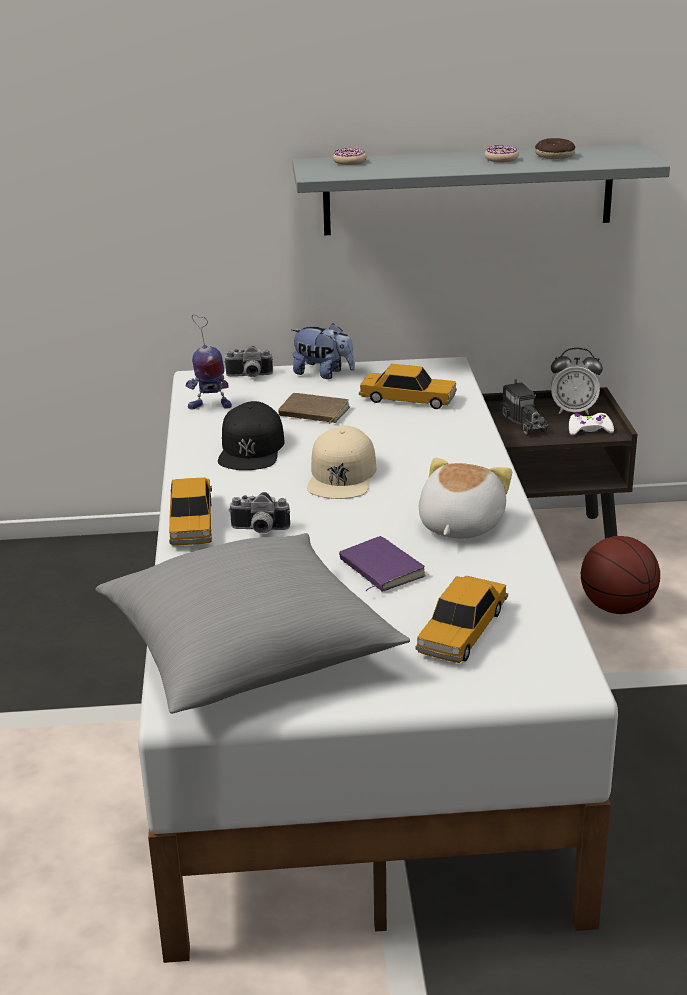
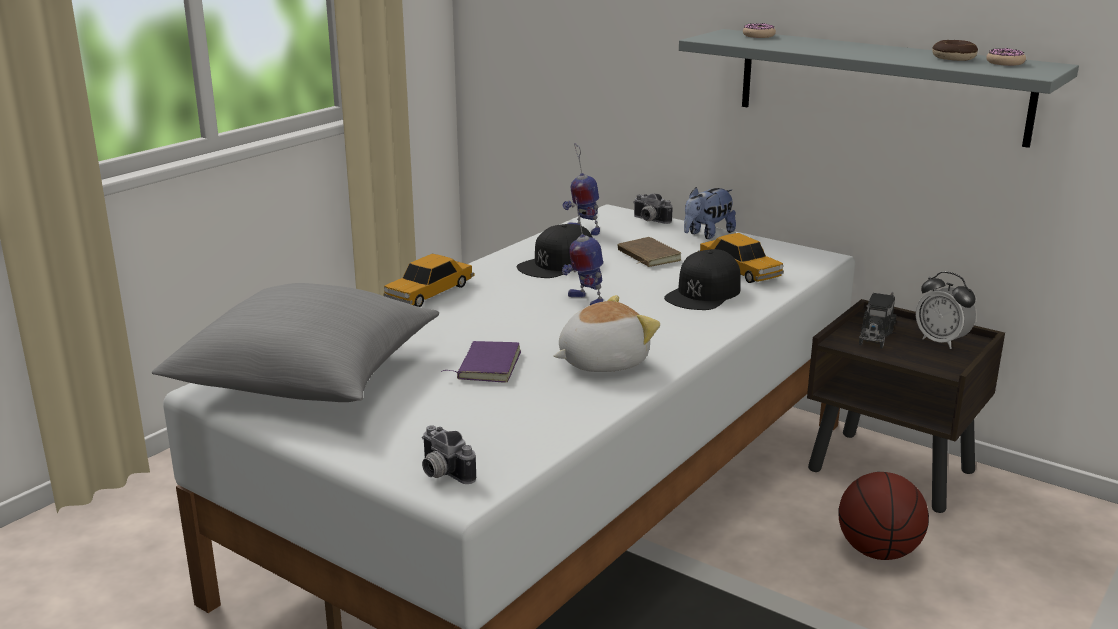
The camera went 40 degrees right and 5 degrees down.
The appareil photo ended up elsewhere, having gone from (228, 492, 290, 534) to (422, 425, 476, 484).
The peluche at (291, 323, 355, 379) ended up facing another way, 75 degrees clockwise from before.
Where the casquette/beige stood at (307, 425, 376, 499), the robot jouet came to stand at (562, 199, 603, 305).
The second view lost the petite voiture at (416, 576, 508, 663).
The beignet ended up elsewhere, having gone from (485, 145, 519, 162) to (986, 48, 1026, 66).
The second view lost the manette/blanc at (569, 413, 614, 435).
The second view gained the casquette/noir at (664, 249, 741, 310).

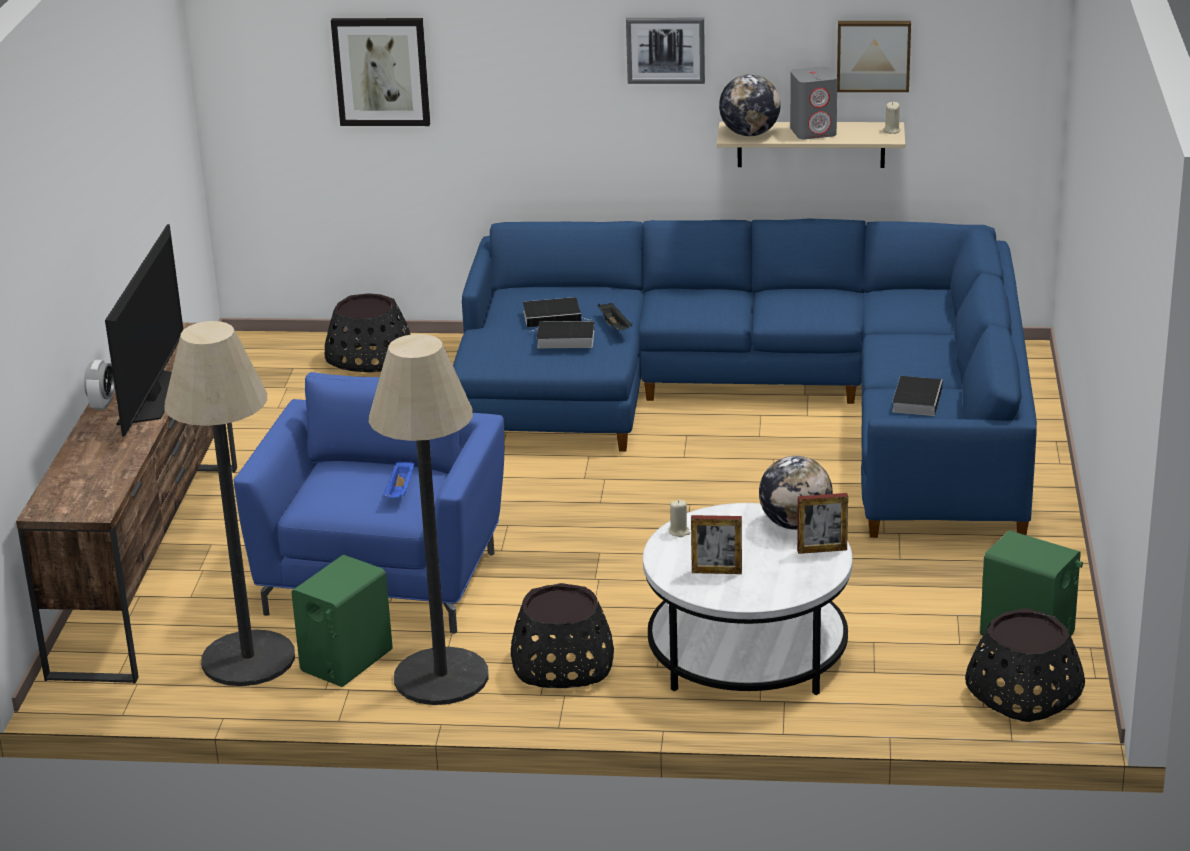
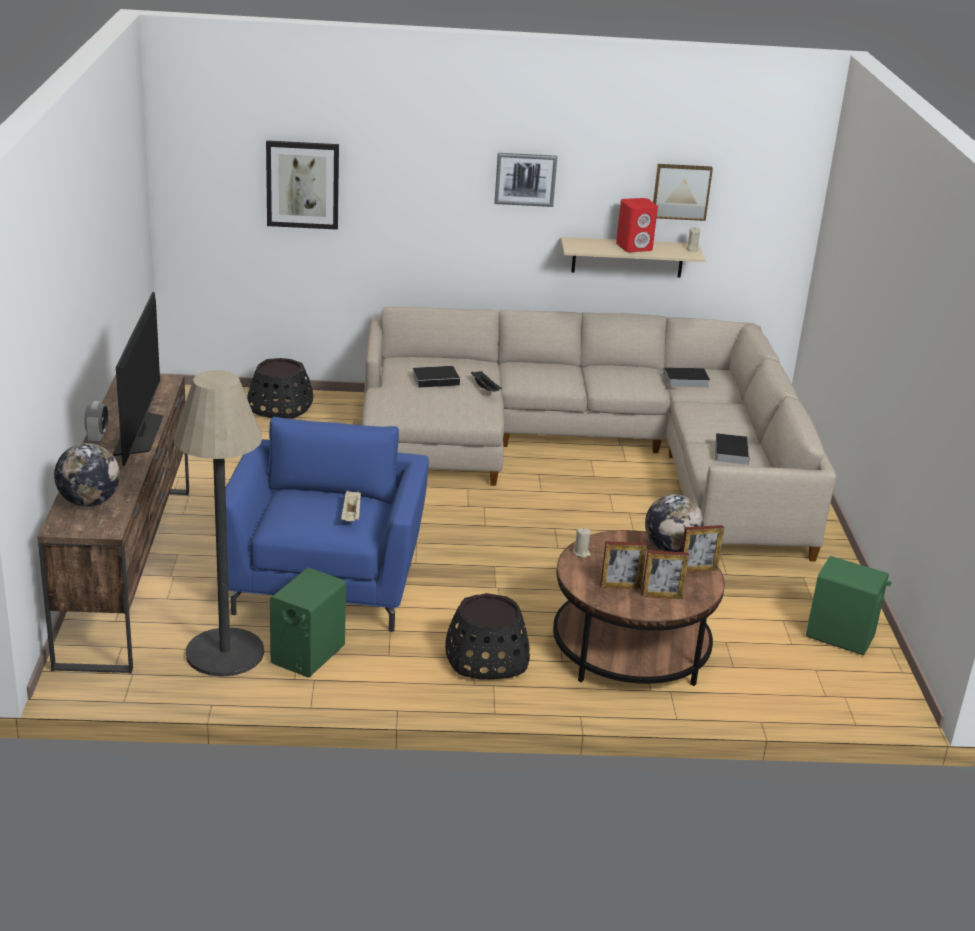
The camera went 10 degrees left and 0 degrees up.
The second view lost the lampadaire at (369, 334, 488, 705).
What was the plateau/bleu at (383, 460, 414, 498) turned into the plateau/beige at (341, 490, 361, 521).
What was the canapé/bleu at (453, 219, 1037, 538) turned into the canapé/beige at (362, 307, 836, 562).
The livre ended up elsewhere, having gone from (529, 321, 594, 348) to (657, 367, 710, 387).
What was the table basse/blanc at (643, 503, 853, 695) turned into the table basse/marron at (553, 530, 725, 686).
The globe ended up elsewhere, having gone from (719, 74, 781, 136) to (54, 443, 120, 507).
What was the enceinte/gris at (790, 66, 837, 139) turned into the enceinte/rouge at (616, 198, 658, 252).
The second view lost the cache-pot/noir at (965, 608, 1085, 722).
The second view gained the cadre photo at (642, 550, 689, 599).

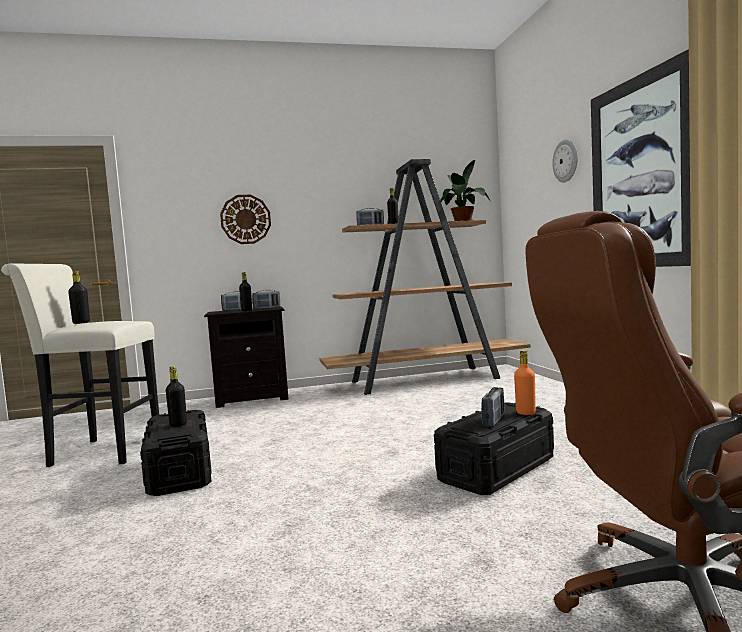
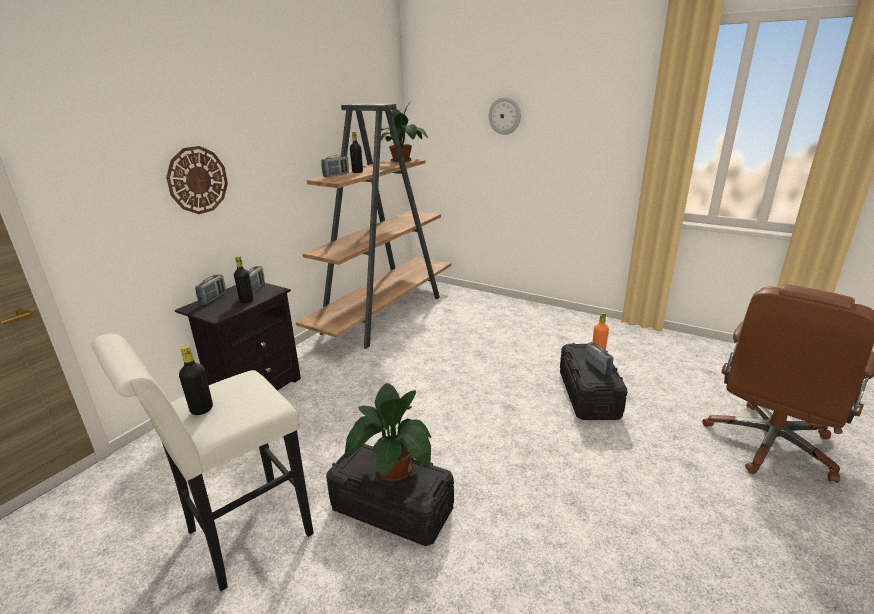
The camera went 45 degrees left and 20 degrees up.
Where the bouteille/noir stood at (166, 366, 187, 427), the plante en pot came to stand at (344, 383, 431, 482).
The second view lost the tableau at (591, 49, 691, 267).

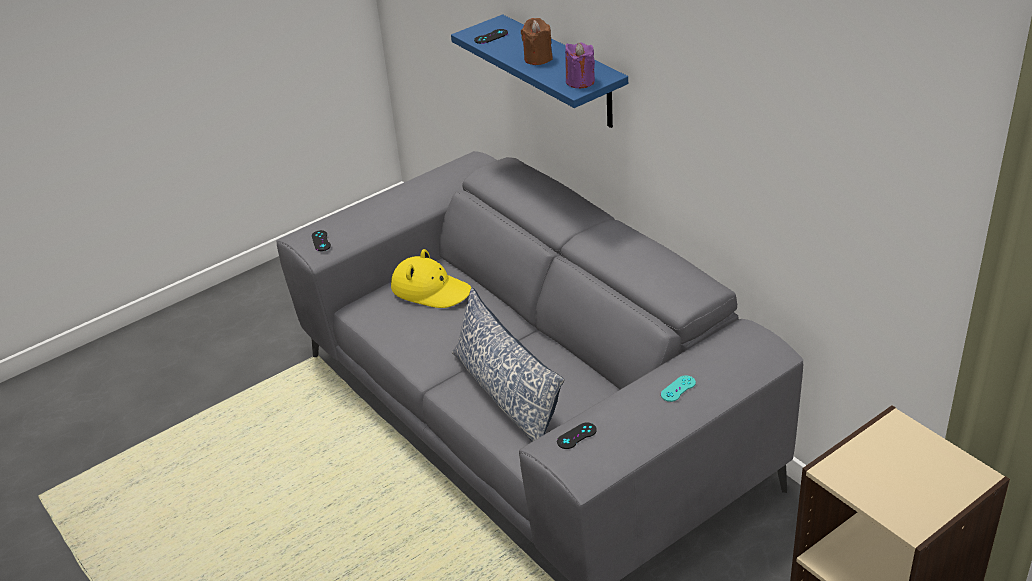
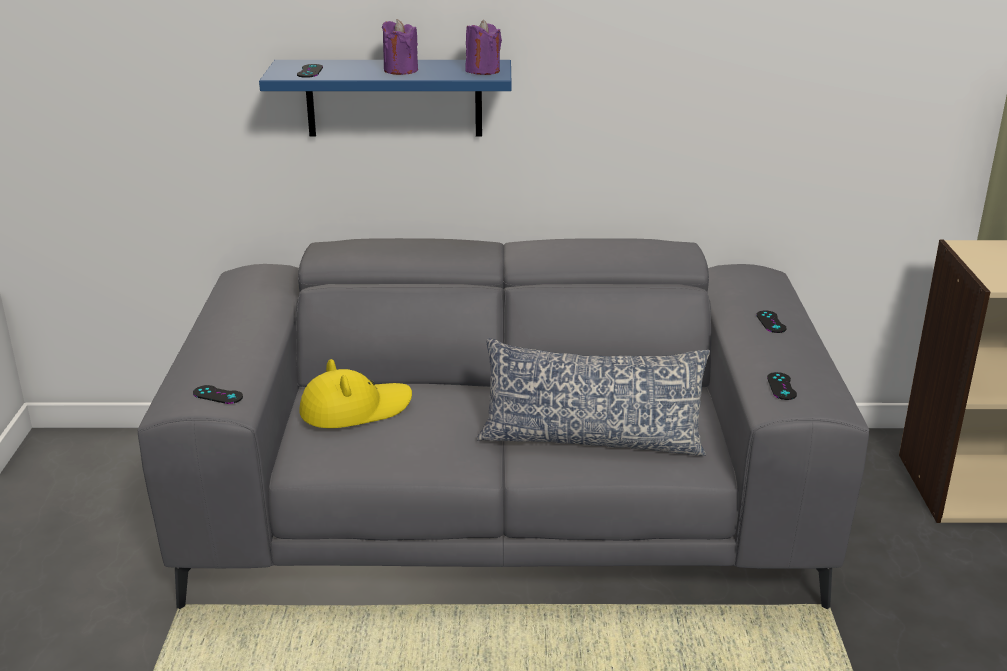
The camera went 55 degrees left and 10 degrees down.
What was the bougie/marron at (521, 18, 553, 65) turned into the bougie/violet at (382, 19, 418, 75).
What was the manette/turquoise at (661, 375, 696, 402) turned into the manette/noir at (756, 310, 787, 333).

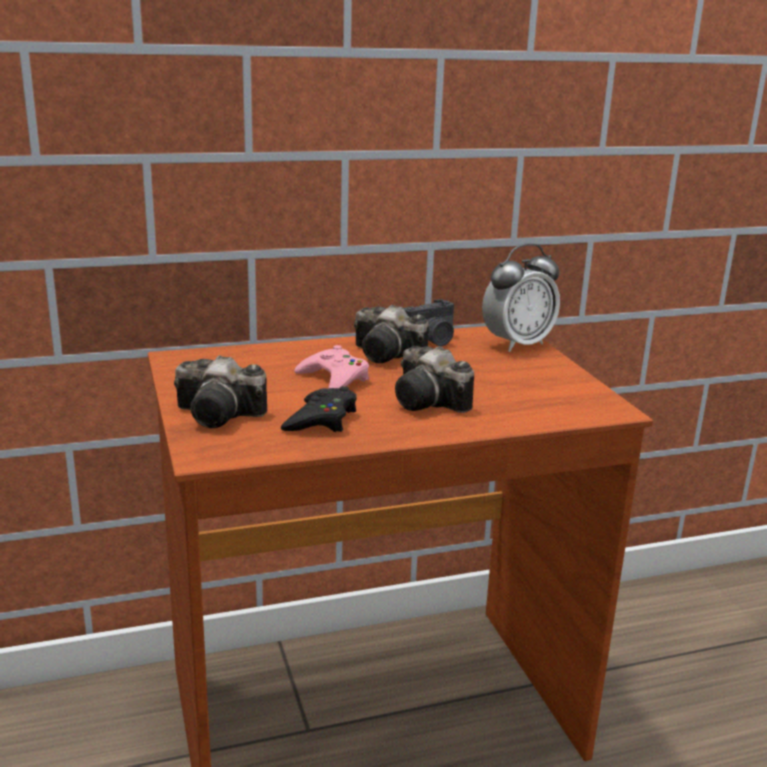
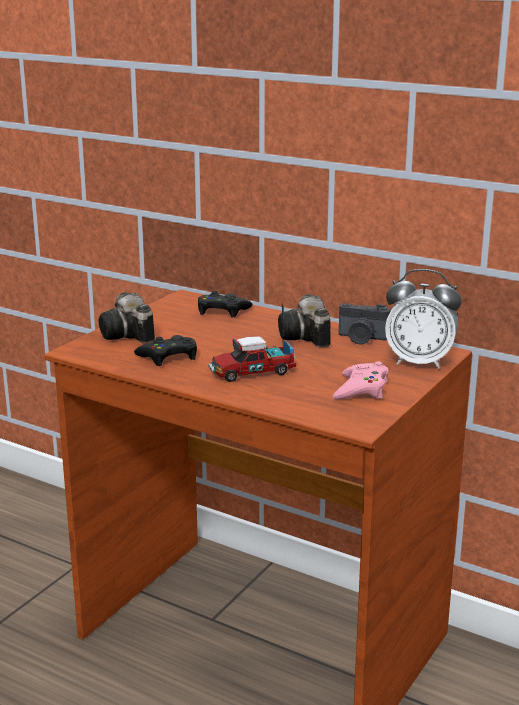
The camera went 50 degrees right and 0 degrees up.
The manette/rose ended up elsewhere, having gone from (294, 345, 369, 388) to (332, 361, 389, 399).
Where the appareil photo stood at (395, 346, 474, 413), the camion jouet came to stand at (208, 302, 296, 382).
The second view gained the manette/noir at (198, 291, 253, 318).

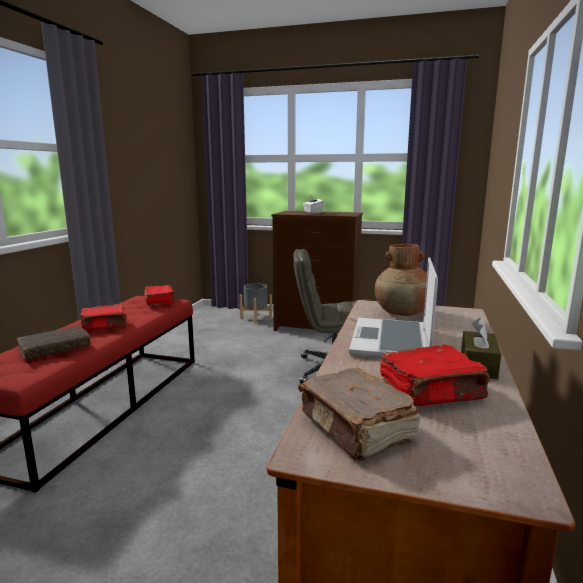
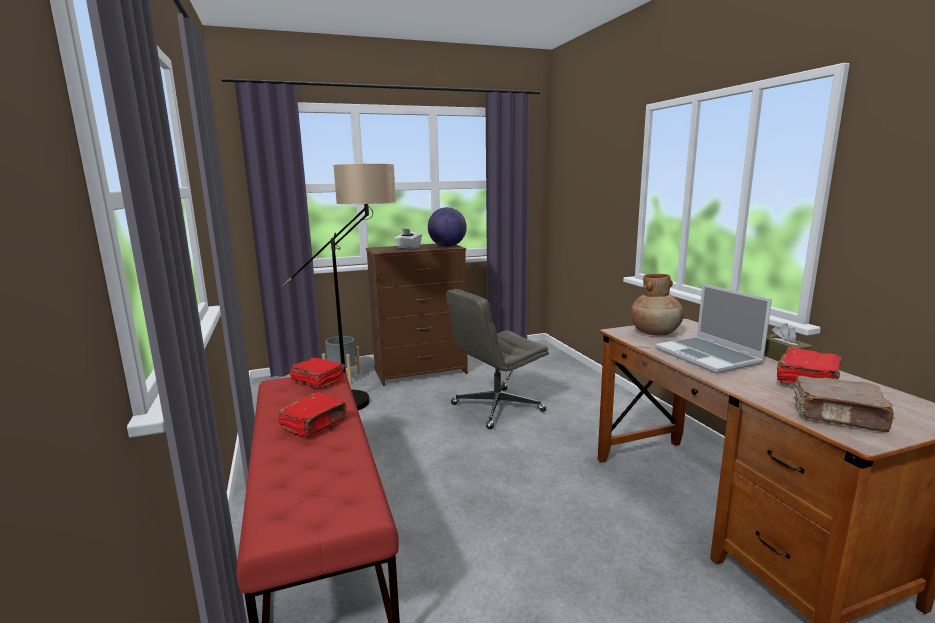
The camera went 35 degrees left and 0 degrees up.
The second view lost the livre/marron at (17, 326, 91, 360).
The second view gained the lampadaire at (282, 164, 396, 410).
The second view gained the globe at (428, 207, 467, 247).

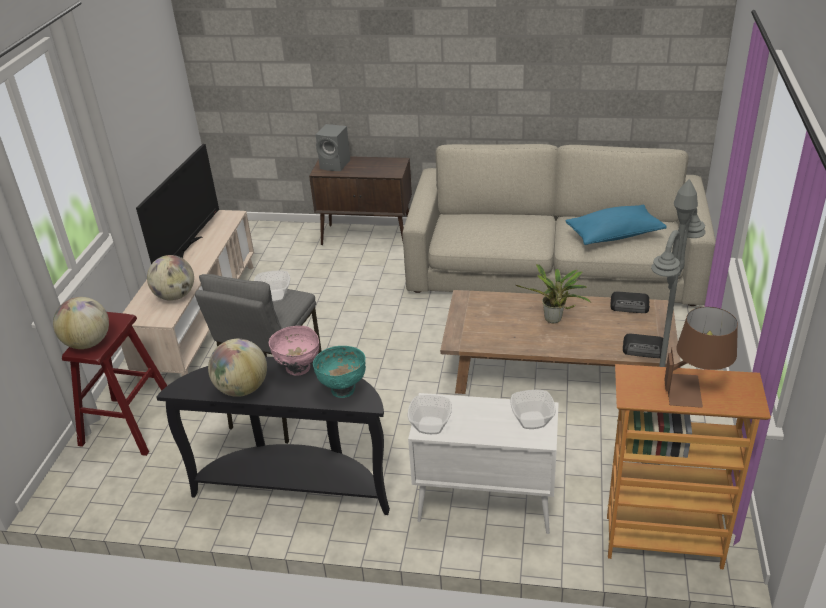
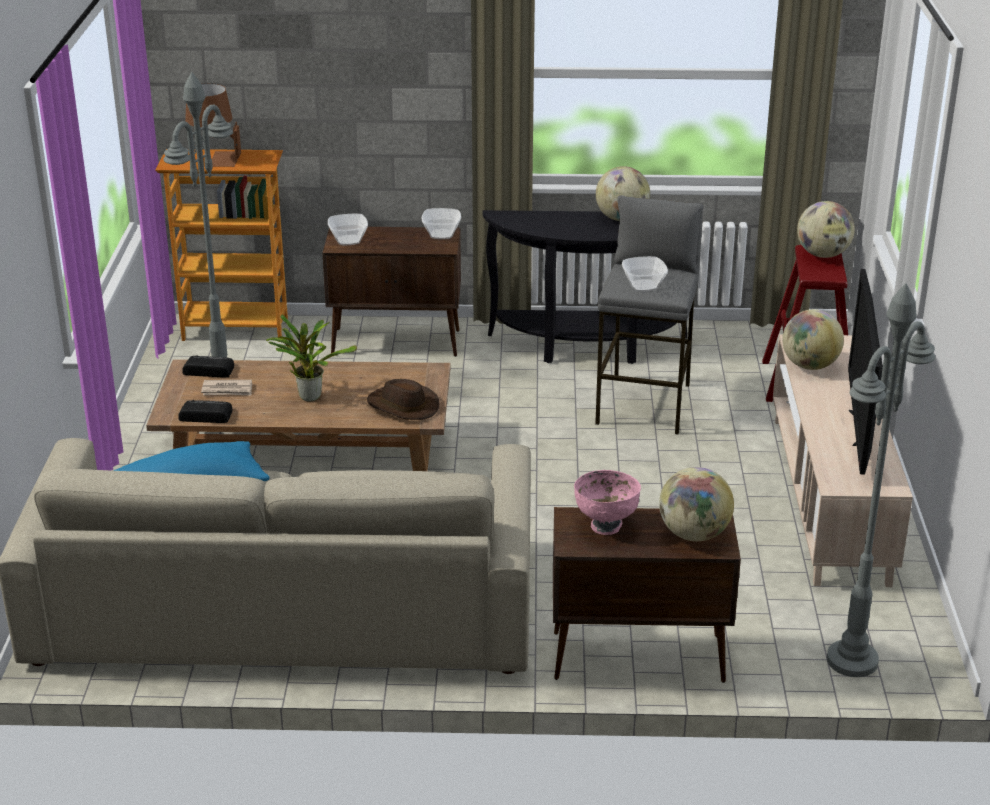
The camera went 170 degrees right and 5 degrees down.
The bol/rose ended up elsewhere, having gone from (269, 326, 319, 376) to (574, 470, 641, 535).
The second view lost the bol/turquoise at (313, 346, 366, 398).
Where the enceinte/gris stood at (315, 124, 350, 171), the globe came to stand at (659, 467, 734, 541).
What was the meuble de rangement/blanc at (408, 393, 559, 534) turned into the meuble de rangement/marron at (322, 227, 461, 357).
The second view gained the journal at (201, 380, 252, 396).
The second view gained the chapeau/marron at (367, 379, 439, 420).
The second view gained the lampadaire/gris at (827, 284, 935, 677).

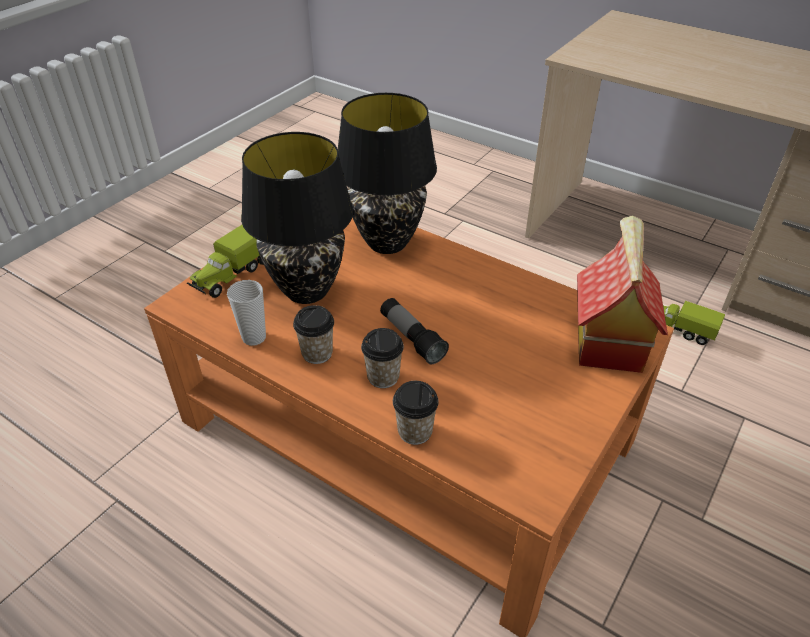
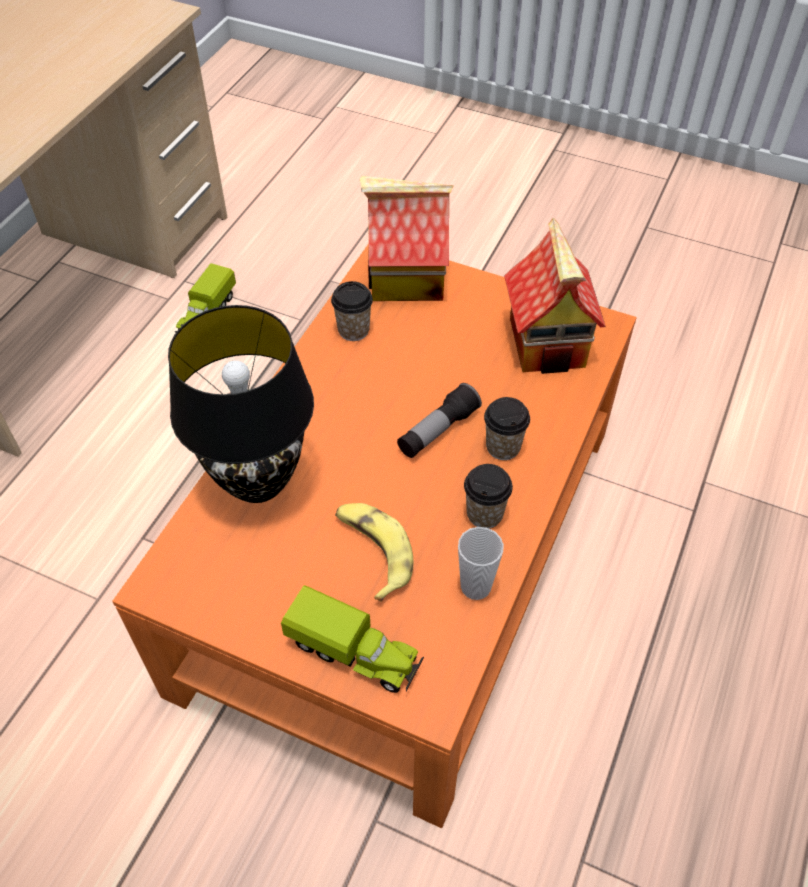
The camera went 100 degrees left and 10 degrees up.
Where the lampe de table/noir stood at (241, 132, 353, 304), the banane came to stand at (335, 503, 413, 602).
The tasse ended up elsewhere, having gone from (393, 381, 439, 445) to (331, 281, 373, 341).
The second view gained the maison miniature at (504, 217, 606, 374).

